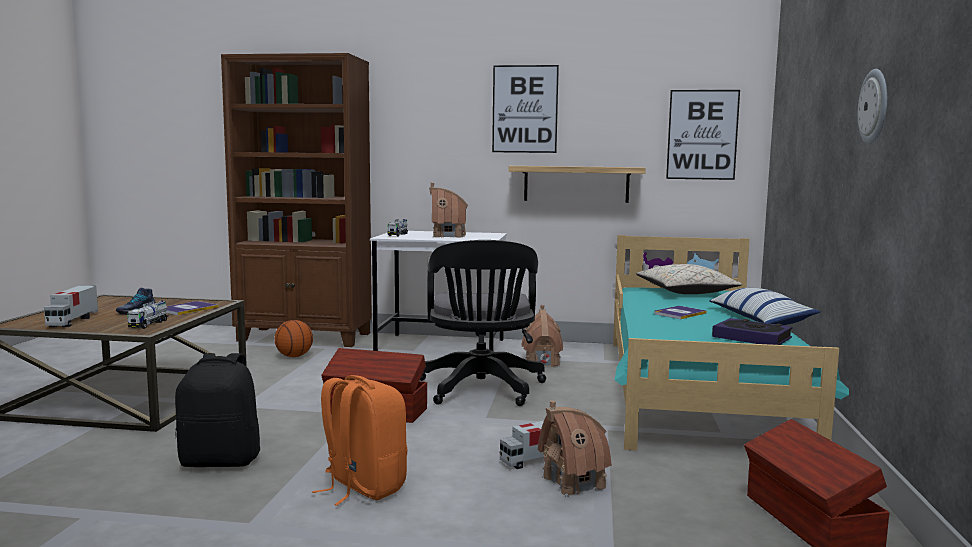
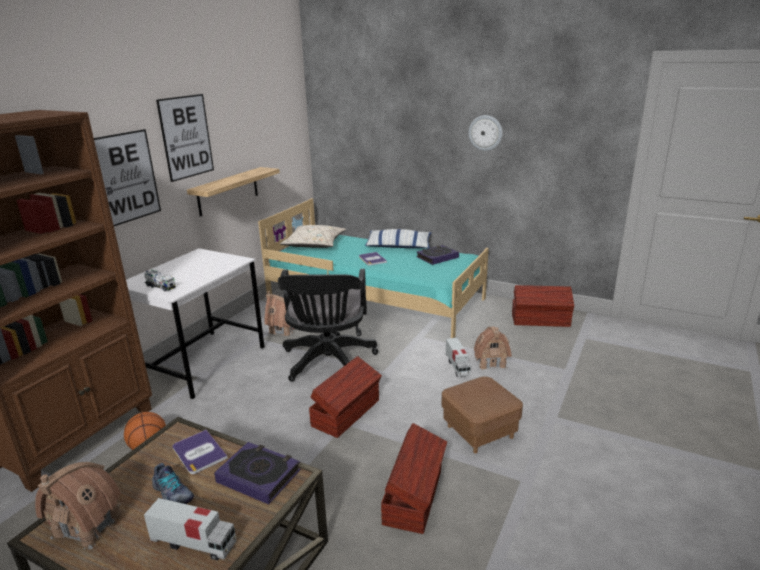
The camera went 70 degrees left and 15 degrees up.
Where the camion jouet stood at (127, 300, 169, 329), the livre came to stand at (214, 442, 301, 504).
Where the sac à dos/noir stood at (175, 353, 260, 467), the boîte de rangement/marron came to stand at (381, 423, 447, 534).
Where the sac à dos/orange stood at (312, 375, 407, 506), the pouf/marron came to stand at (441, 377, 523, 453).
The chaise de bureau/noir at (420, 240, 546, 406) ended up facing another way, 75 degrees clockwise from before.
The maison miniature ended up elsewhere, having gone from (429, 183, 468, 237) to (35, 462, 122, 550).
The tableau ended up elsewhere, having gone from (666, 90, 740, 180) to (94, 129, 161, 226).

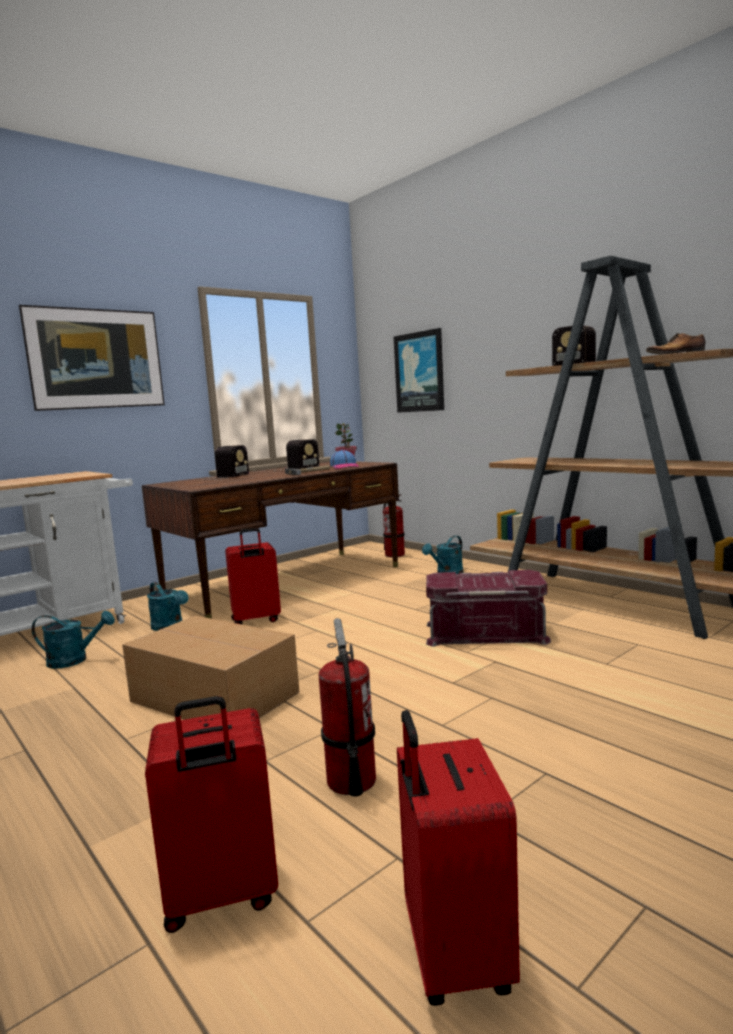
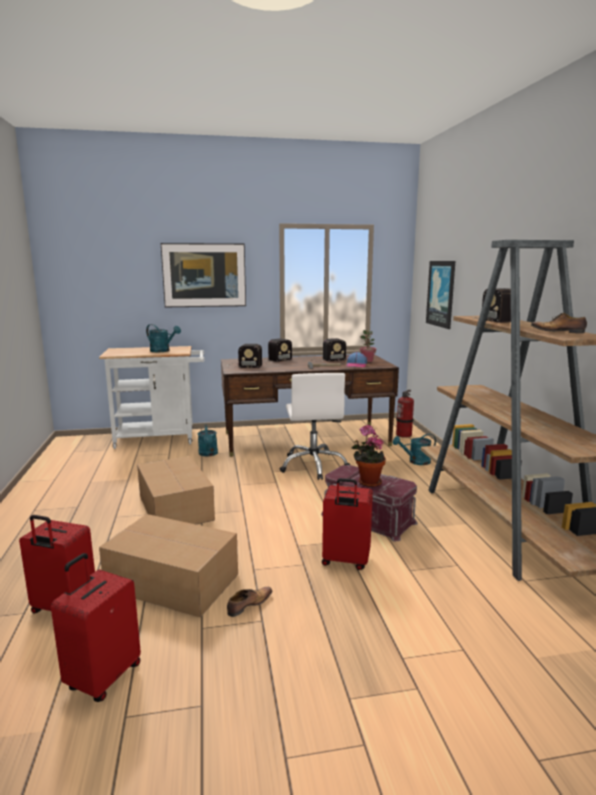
The camera went 30 degrees right and 5 degrees up.
The arrosoir/turquoise ended up elsewhere, having gone from (32, 611, 115, 669) to (146, 324, 181, 352).
The valise/rouge ended up elsewhere, having gone from (225, 528, 281, 625) to (322, 478, 373, 570).
Where the extincteur stood at (319, 618, 376, 797), the carton came to stand at (99, 514, 238, 618).
The second view gained the radio at (227, 344, 262, 368).
The second view gained the chaussure at (227, 587, 272, 617).
The second view gained the chaise de bureau/blanc at (280, 373, 350, 480).
The second view gained the plante en pot at (351, 425, 386, 487).

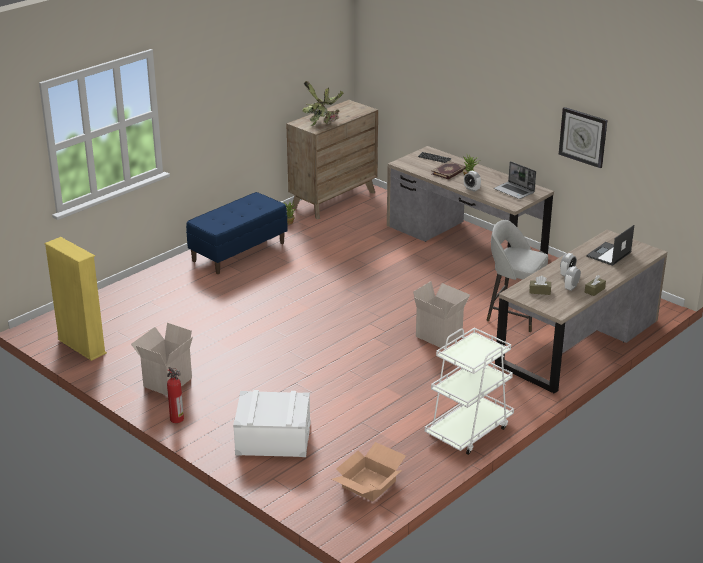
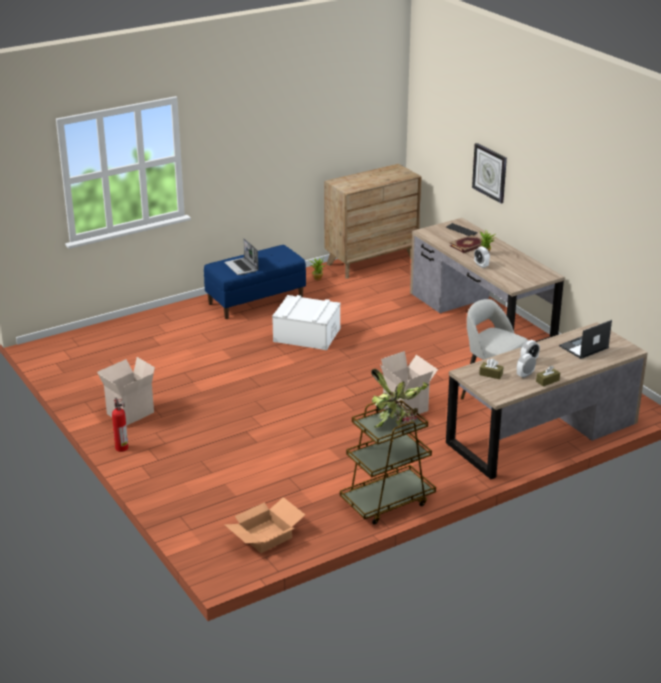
The camera went 15 degrees right and 0 degrees up.
The second view lost the bibliothèque/jaune at (45, 237, 107, 361).
The boîte de rangement/blanc ended up elsewhere, having gone from (233, 390, 310, 457) to (272, 295, 340, 350).
The plante en pot ended up elsewhere, having gone from (302, 81, 344, 126) to (371, 369, 429, 428).
What was the chariot/blanc at (425, 328, 514, 455) turned into the chariot/marron at (340, 400, 436, 525).
The ordinateur portable ended up elsewhere, having gone from (494, 161, 536, 199) to (224, 239, 258, 275).
The horloge murale ended up elsewhere, having gone from (559, 107, 607, 168) to (472, 143, 507, 204).

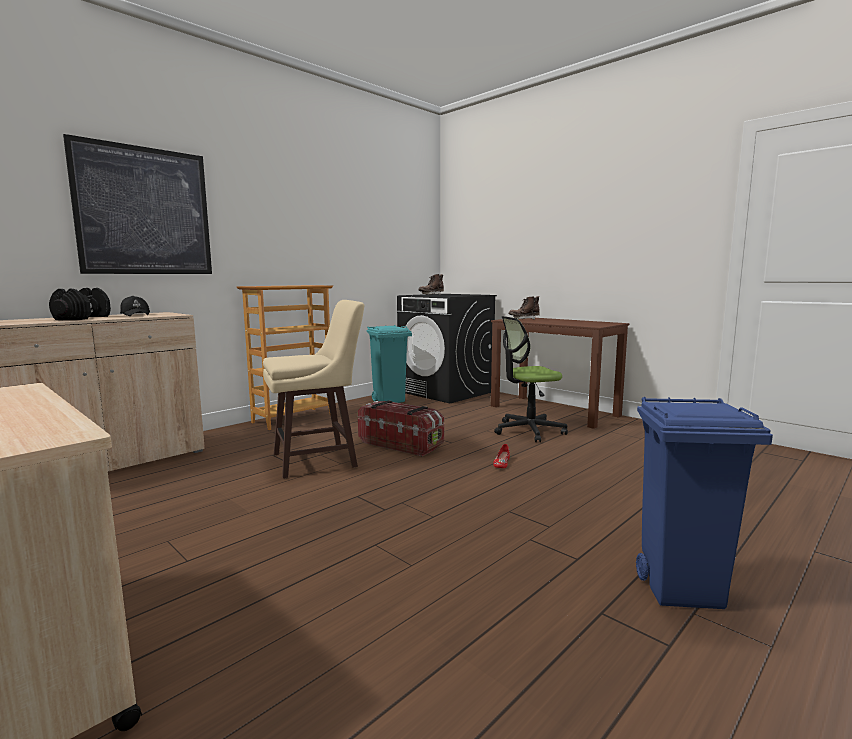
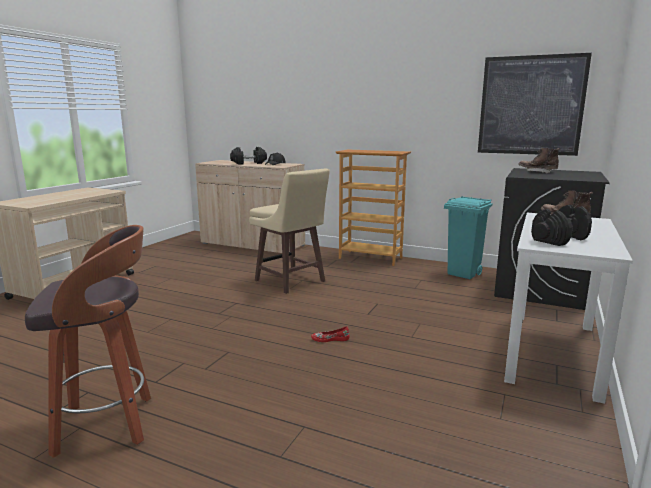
The camera went 70 degrees right and 5 degrees up.
The tableau ended up elsewhere, having gone from (63, 134, 212, 274) to (478, 53, 592, 156).
The second view lost the boîte de rangement at (358, 400, 444, 456).
What was the bureau/marron at (491, 318, 629, 429) turned into the bureau/blanc at (504, 213, 633, 404).
The second view lost the chaise de bureau at (494, 316, 568, 442).
Where the poubelle/bleu stood at (636, 397, 773, 609), the tabouret came to stand at (25, 225, 151, 458).
The second view gained the haltère/noir at (531, 205, 592, 246).

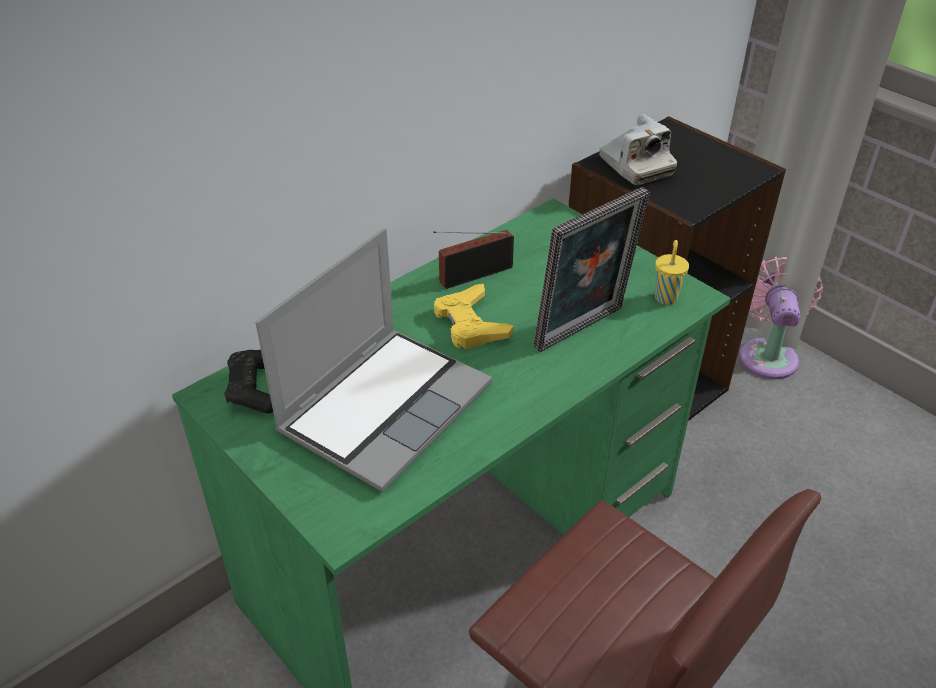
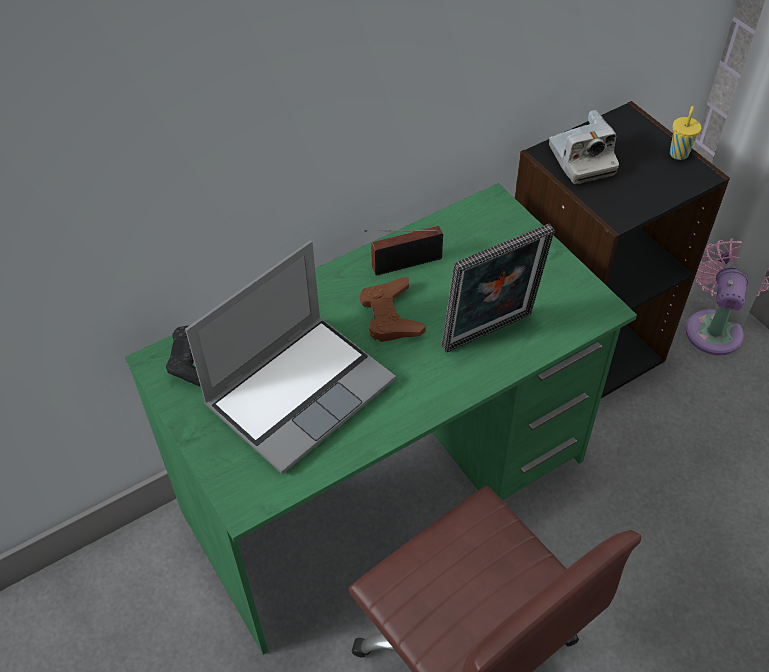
The camera went 10 degrees right and 10 degrees up.
What was the manette/jaune at (434, 283, 514, 349) turned into the manette/marron at (360, 277, 426, 342).
The tasse/jaune ended up elsewhere, having gone from (655, 240, 689, 305) to (670, 106, 701, 160).

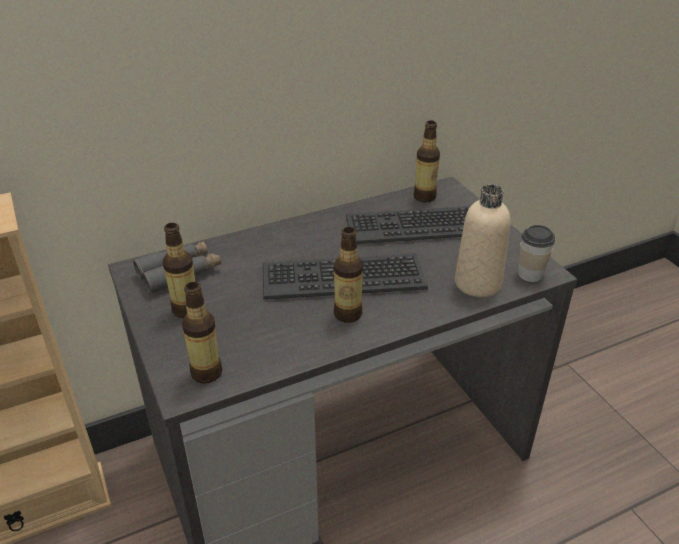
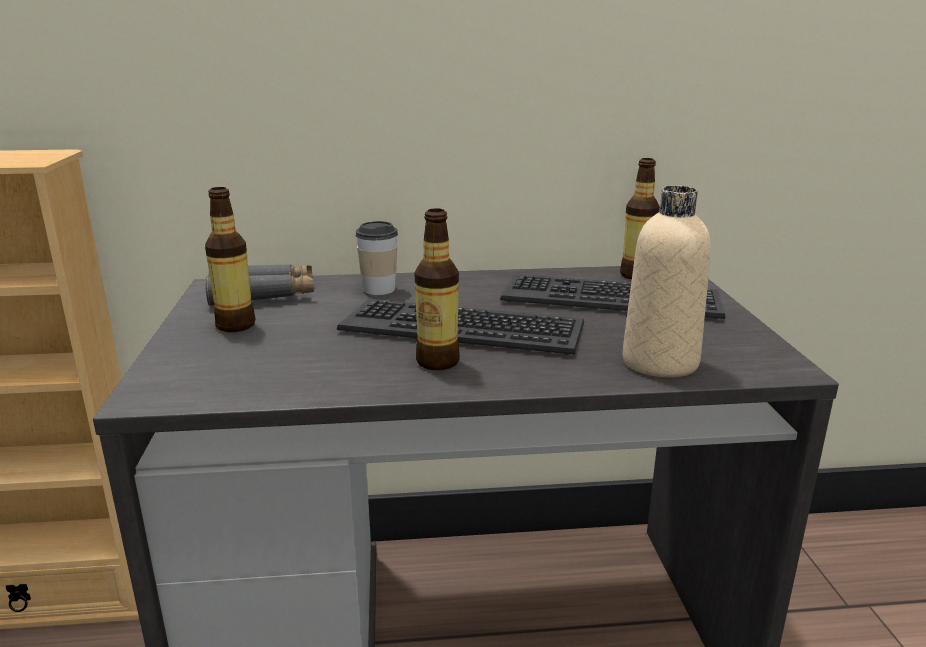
The camera went 20 degrees right and 15 degrees down.
The second view lost the bouteille at (182, 282, 222, 384).
The tasse ended up elsewhere, having gone from (518, 225, 555, 282) to (355, 221, 398, 295).

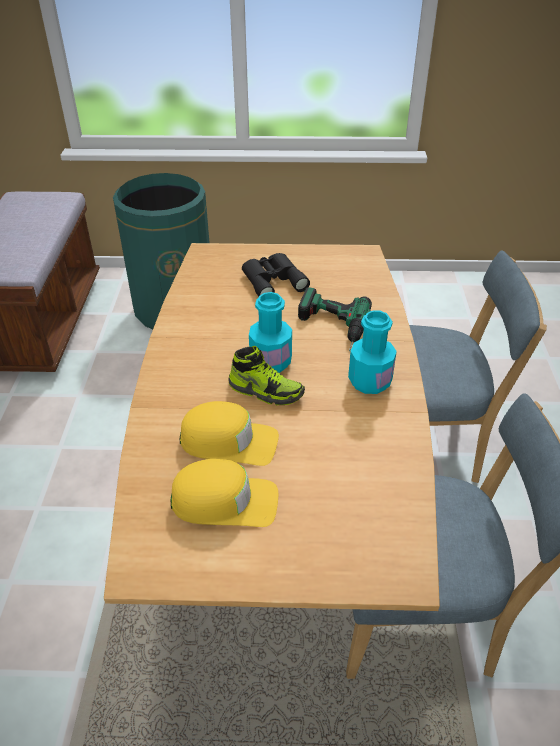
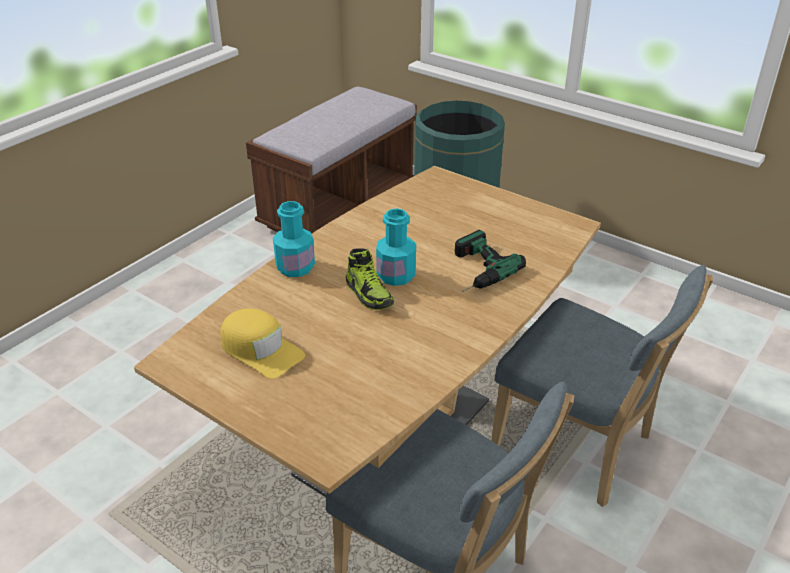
The camera went 35 degrees right and 5 degrees down.
The second view lost the casquette/jaune at (180, 401, 279, 466).
The second view lost the jumelles/noir at (242, 253, 310, 297).
The bouteille/turquoise ended up elsewhere, having gone from (348, 310, 397, 394) to (273, 201, 315, 277).

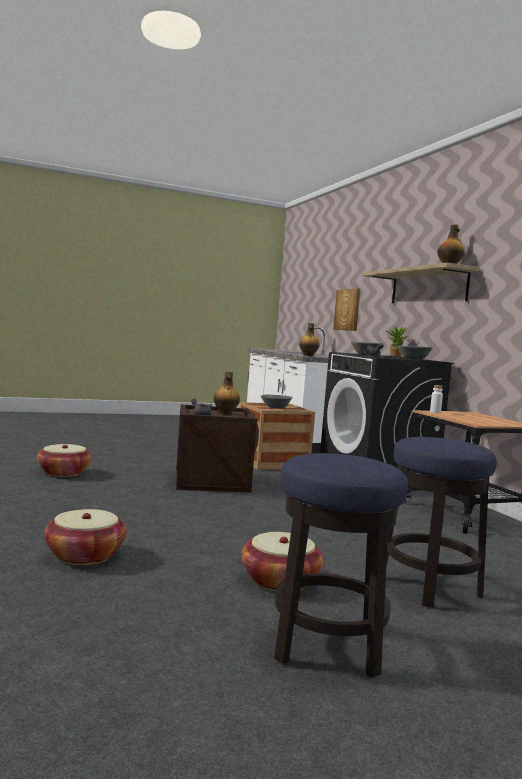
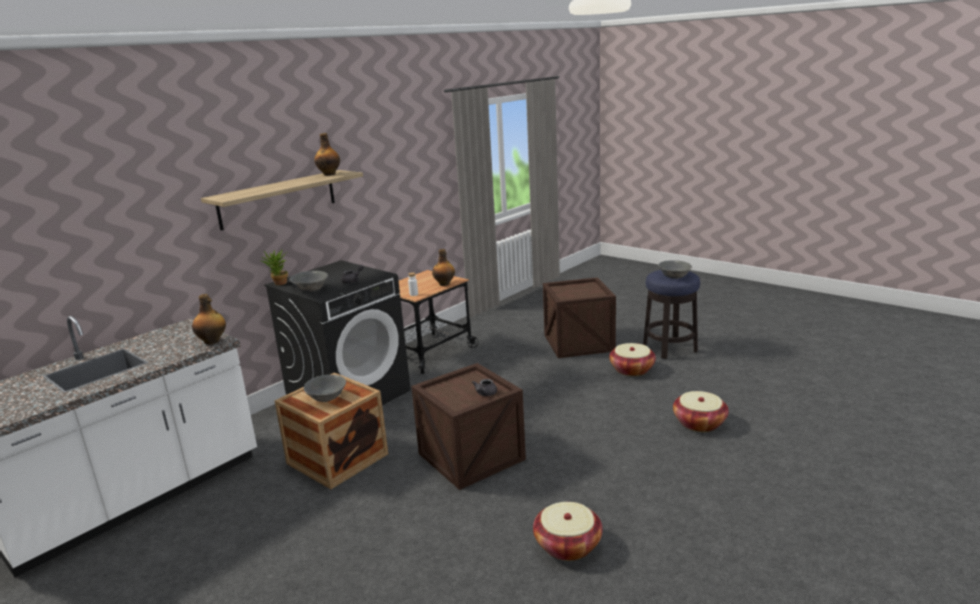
The camera went 115 degrees left and 15 degrees up.
The bouteille ended up elsewhere, having gone from (214, 371, 240, 414) to (432, 249, 455, 286).
The second view lost the tableau at (333, 288, 360, 331).
Where the tabouret stood at (386, 437, 496, 608), the caisse came to stand at (543, 277, 616, 358).
The bol/gris ended up elsewhere, having gone from (397, 345, 433, 359) to (658, 260, 692, 279).

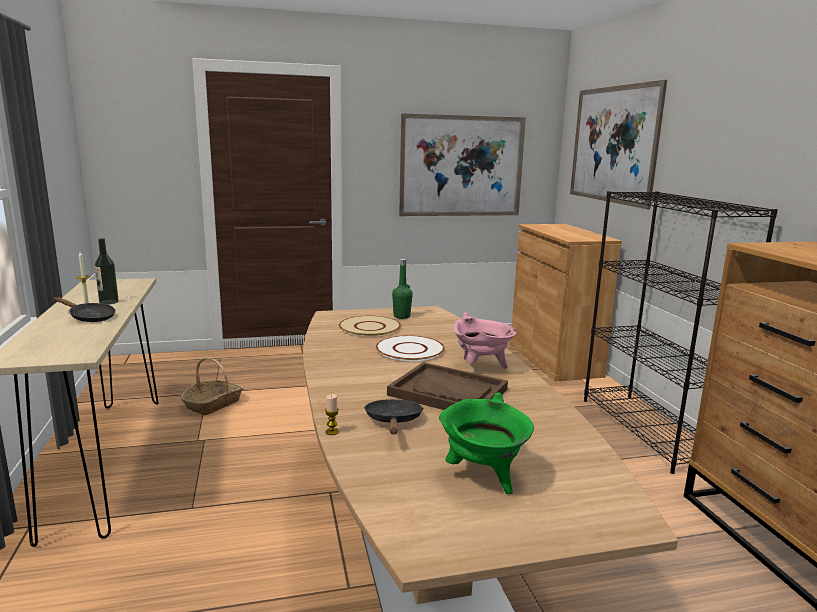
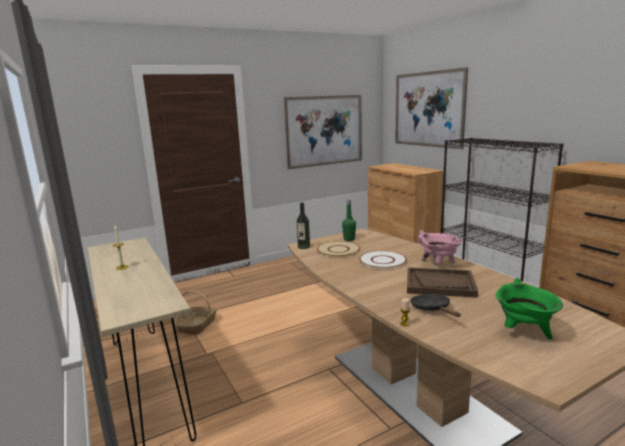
The camera went 15 degrees left and 0 degrees up.
The second view lost the poêle/noir at (54, 297, 116, 322).
The bouteille ended up elsewhere, having gone from (95, 238, 119, 305) to (297, 203, 310, 249).

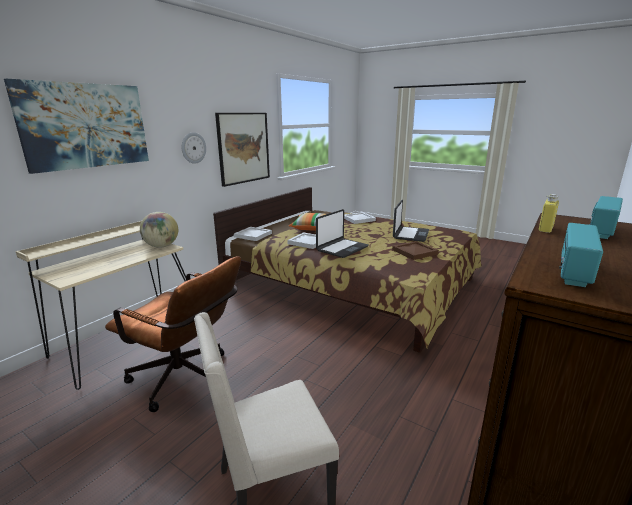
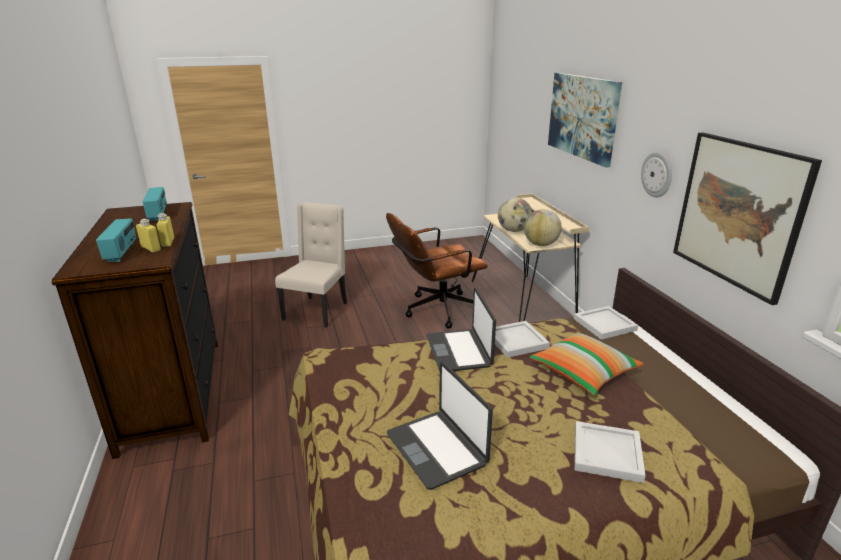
The camera went 130 degrees right and 5 degrees up.
The second view lost the plateau/marron at (392, 241, 439, 260).
The second view gained the bouteille/jaune at (136, 219, 161, 252).
The second view gained the globe at (498, 197, 532, 232).

